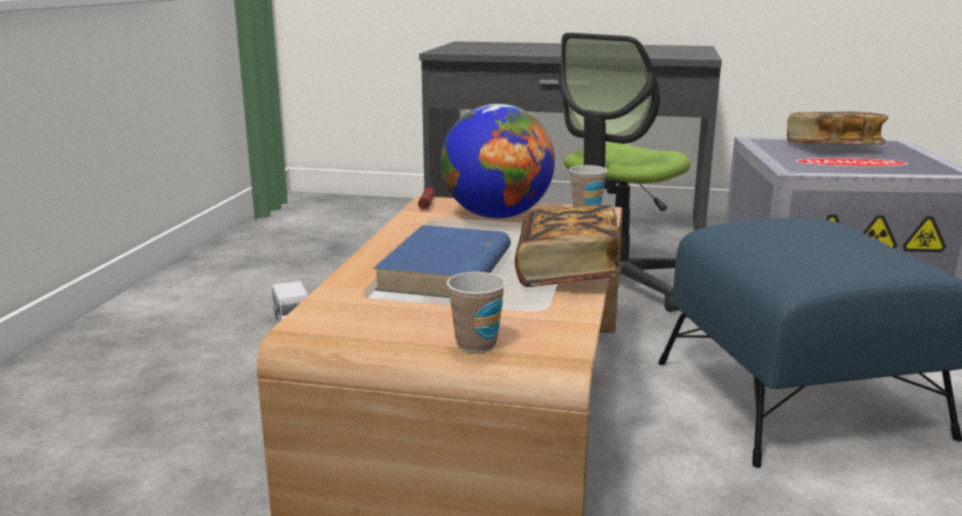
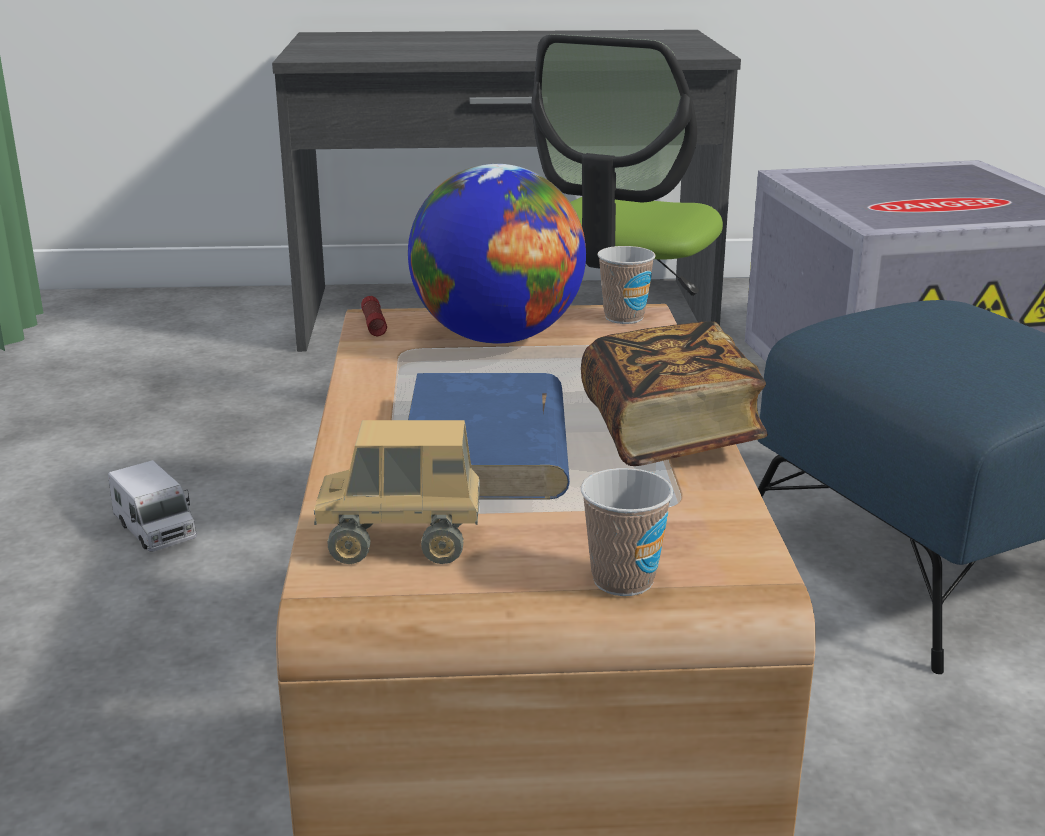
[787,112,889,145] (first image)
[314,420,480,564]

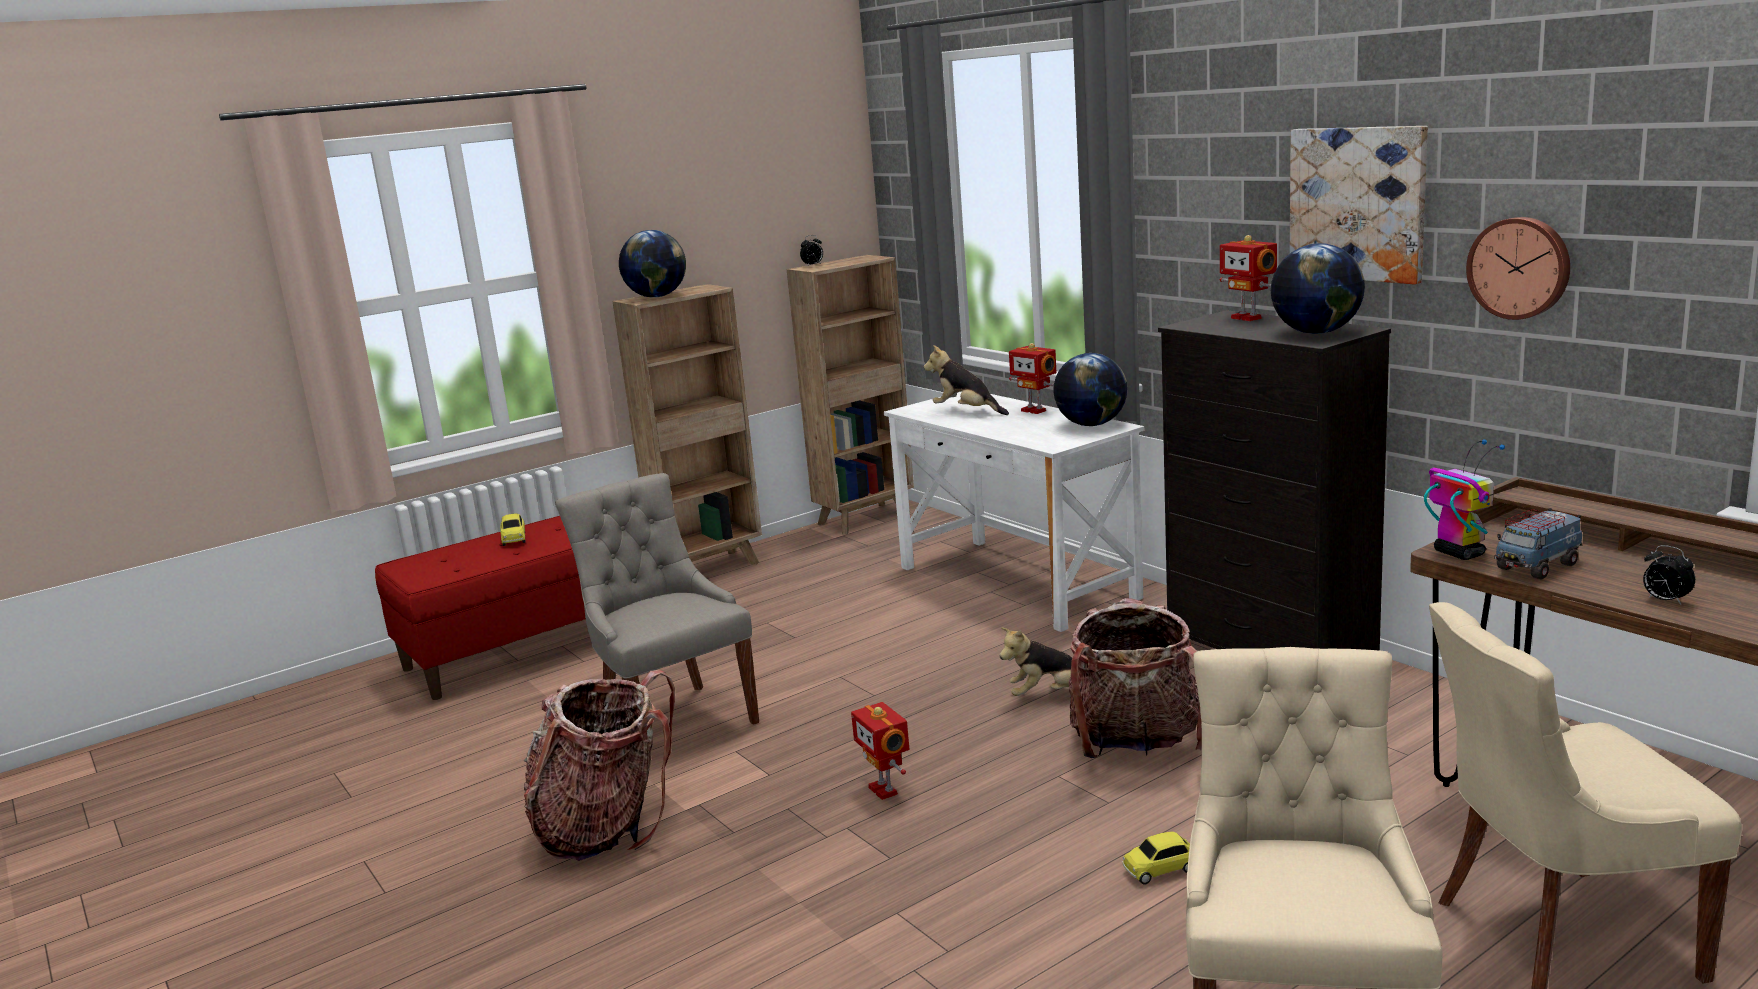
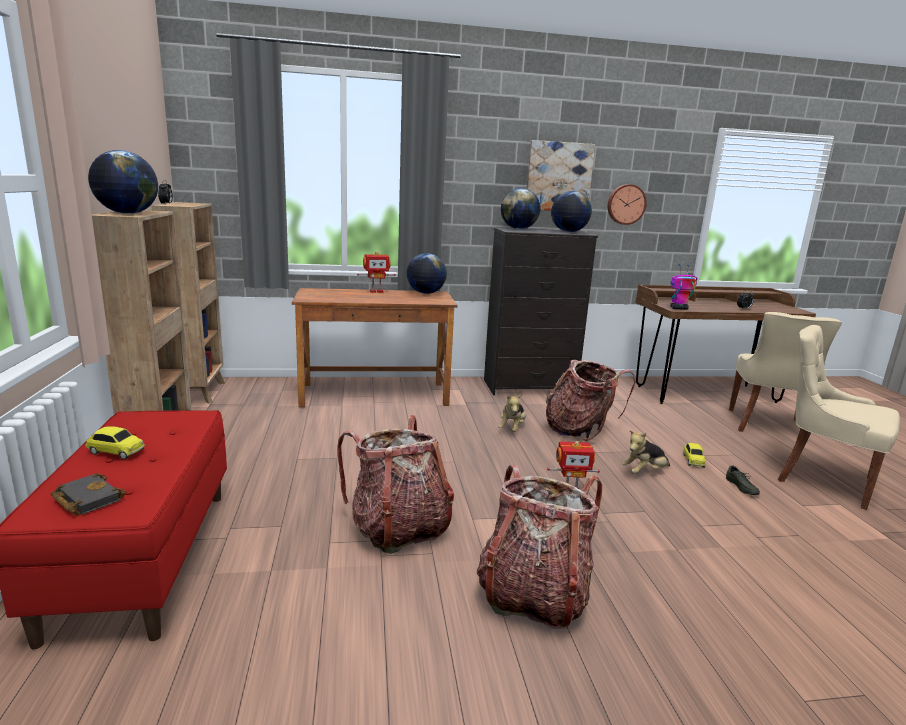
[501,188,540,229]
[621,430,670,474]
[292,288,457,407]
[337,415,454,554]
[1494,508,1582,580] (first image)
[726,466,760,495]
[51,473,126,515]

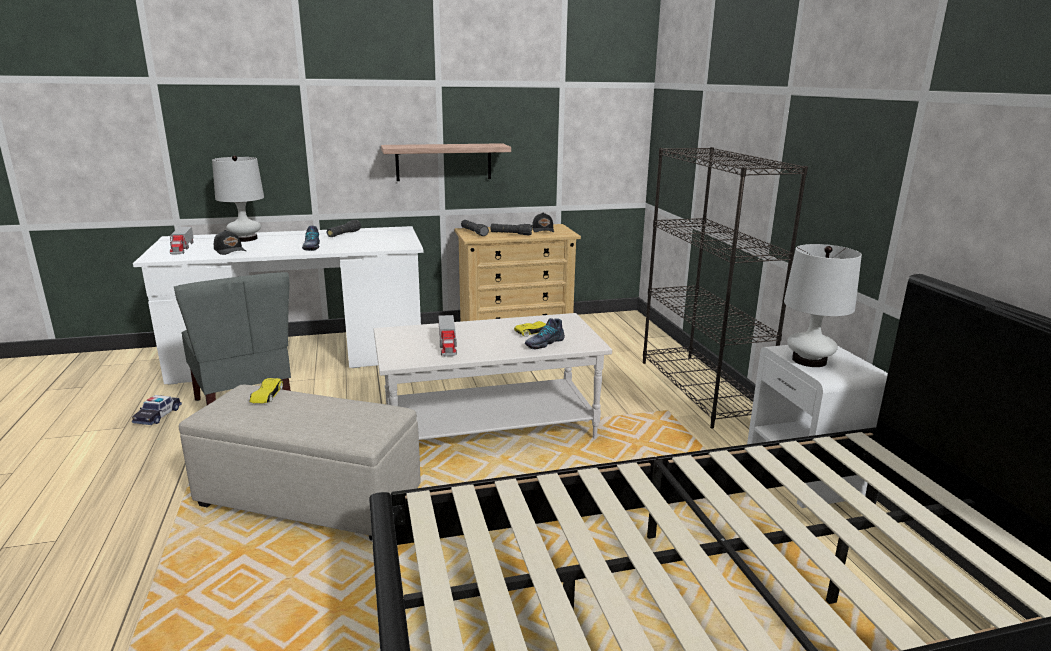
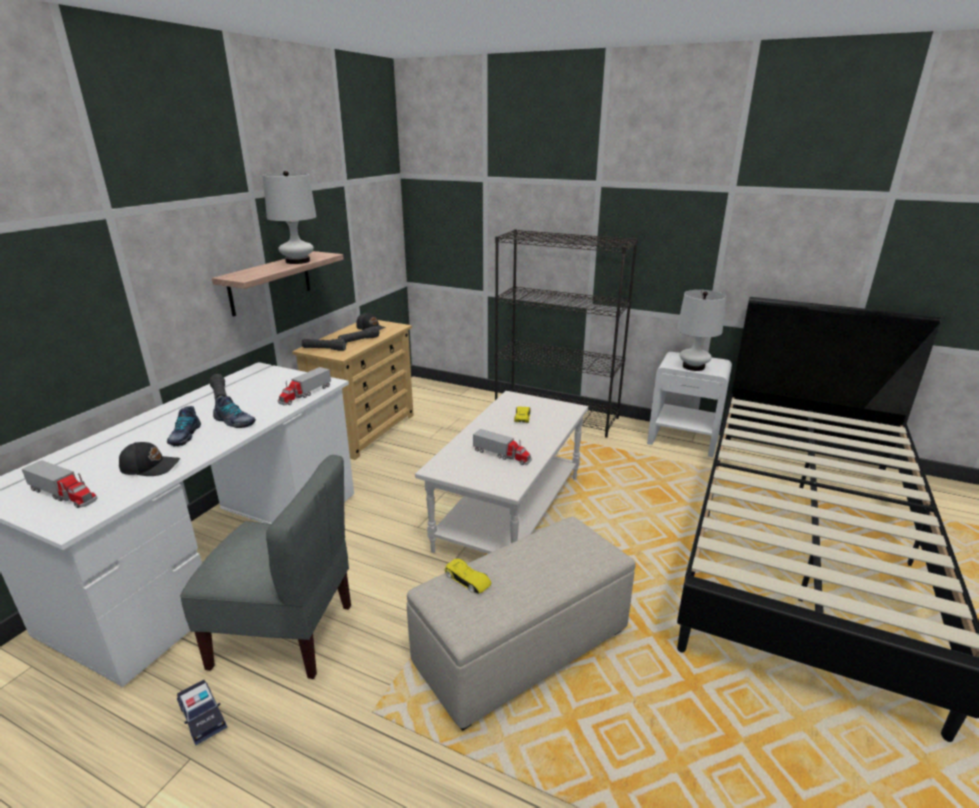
[263,171,317,264]
[167,406,201,447]
[278,367,331,406]

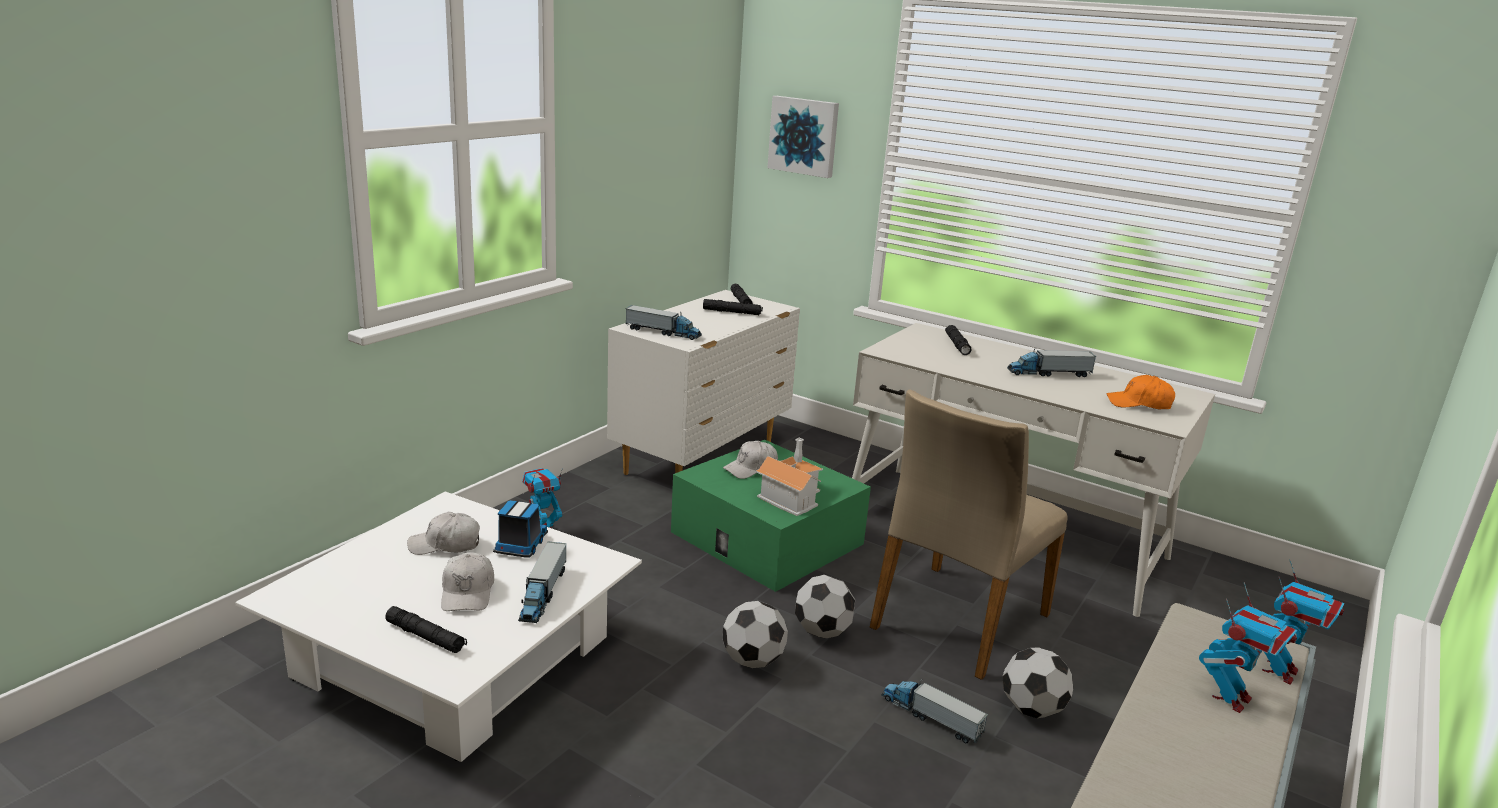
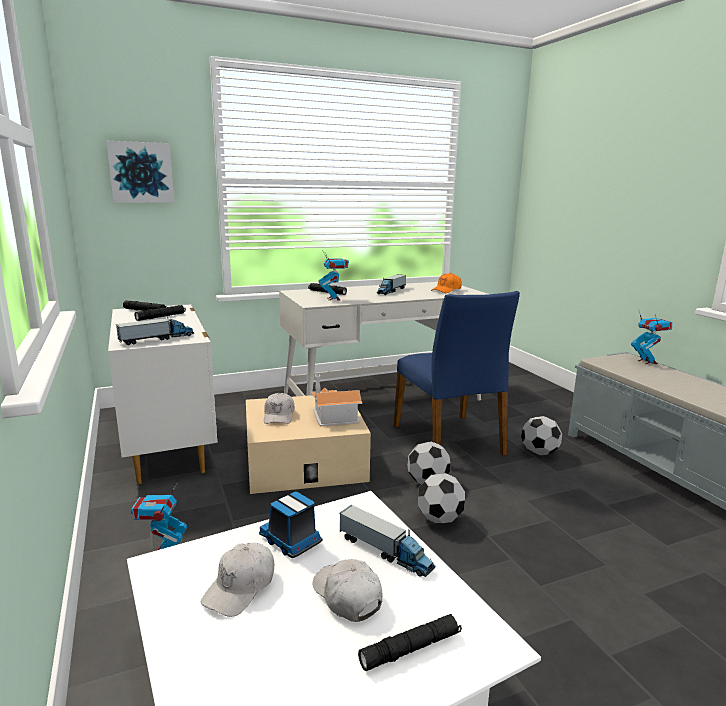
[394,291,520,456]
[246,395,371,494]
[313,559,382,622]
[319,250,349,300]
[881,679,988,743] (first image)

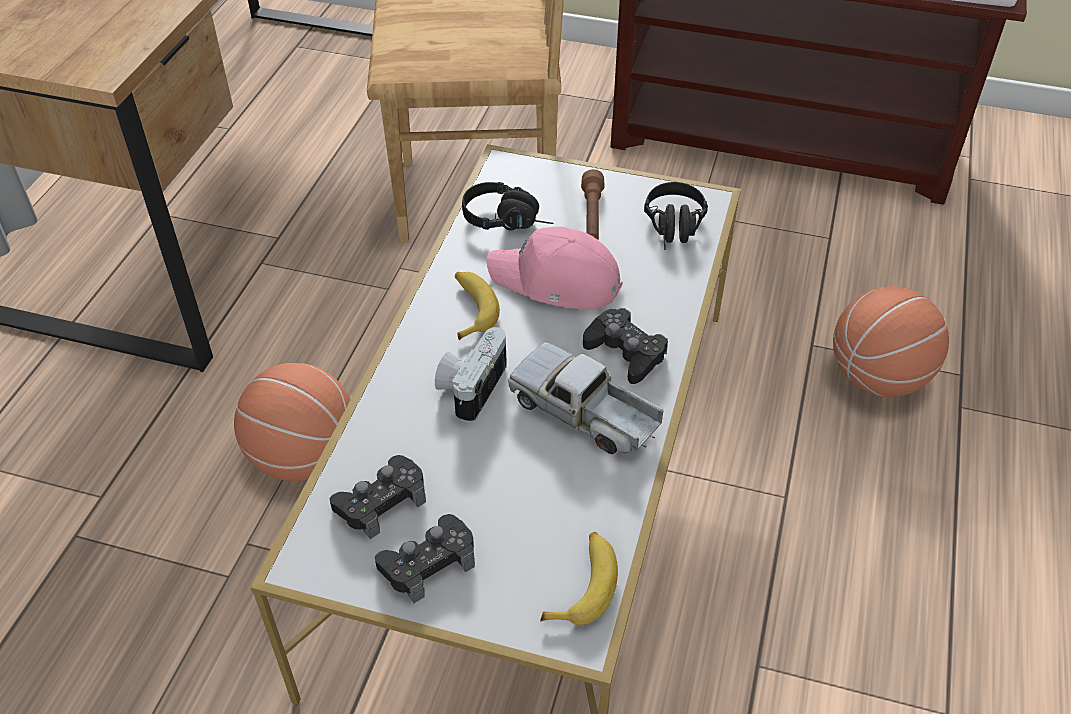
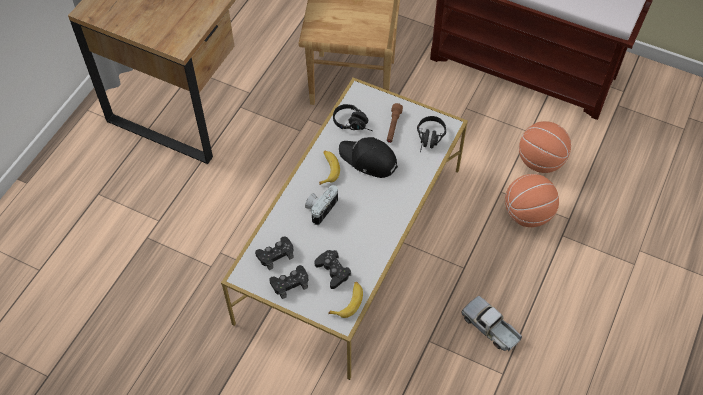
[339,137,398,178]
[314,250,351,289]
[461,296,522,351]
[519,121,571,173]

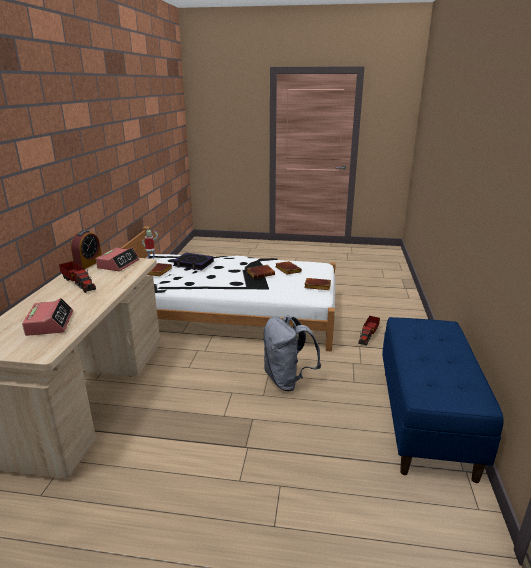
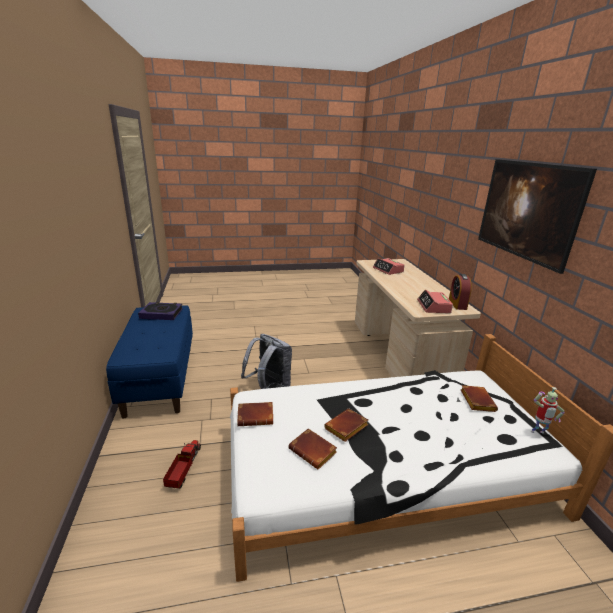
[138,302,183,320]
[59,261,96,293] (first image)
[478,159,597,274]

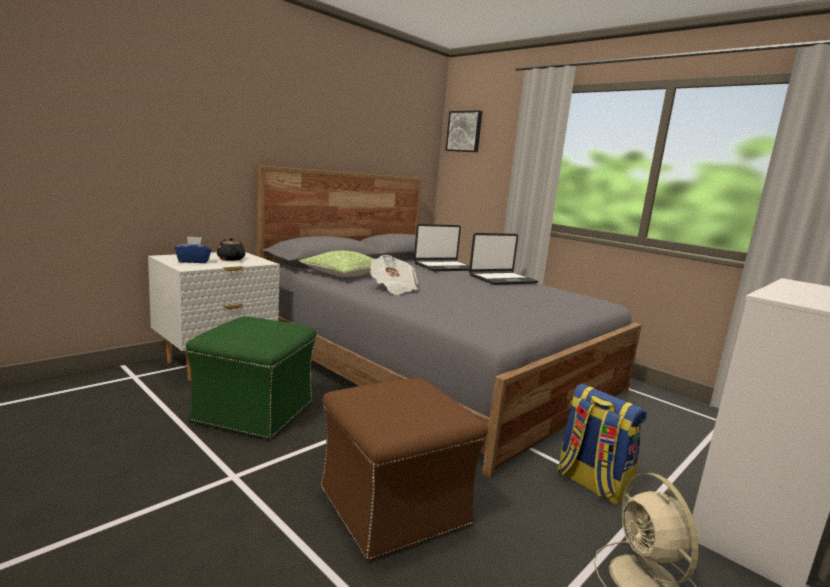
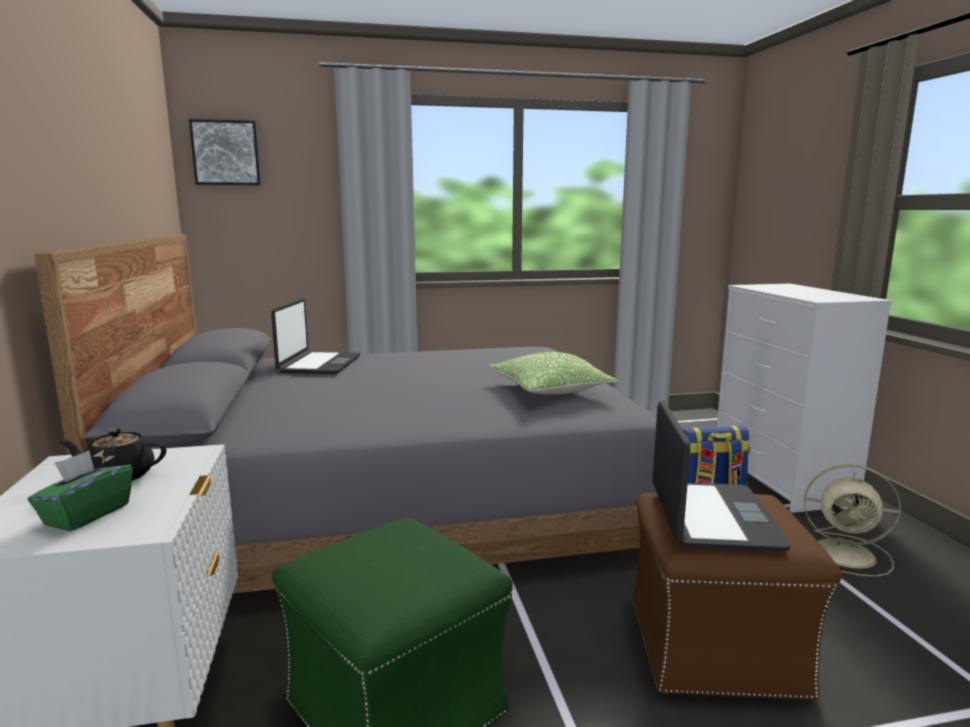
[652,400,791,551]
[28,450,133,532]
[489,352,618,395]
[370,255,418,295] (first image)

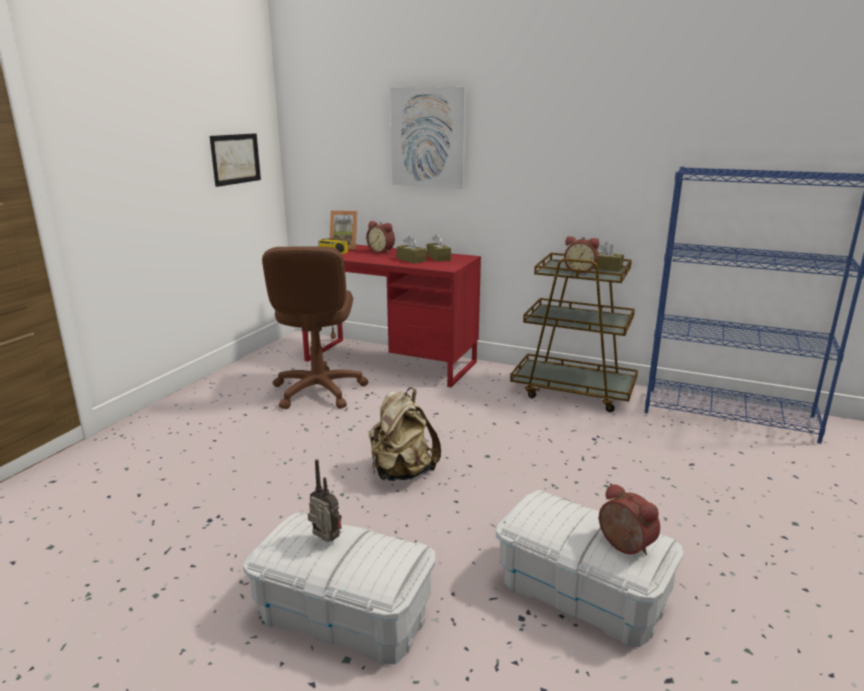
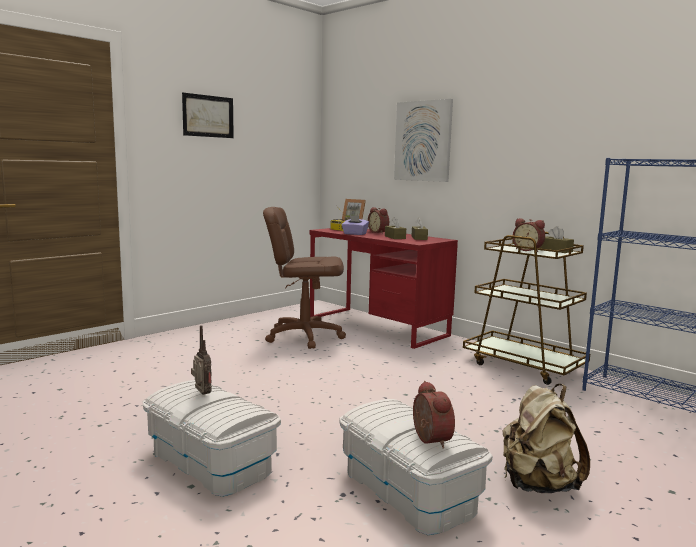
[182,93,234,138]
[263,207,346,349]
[503,384,590,493]
[342,215,369,235]

